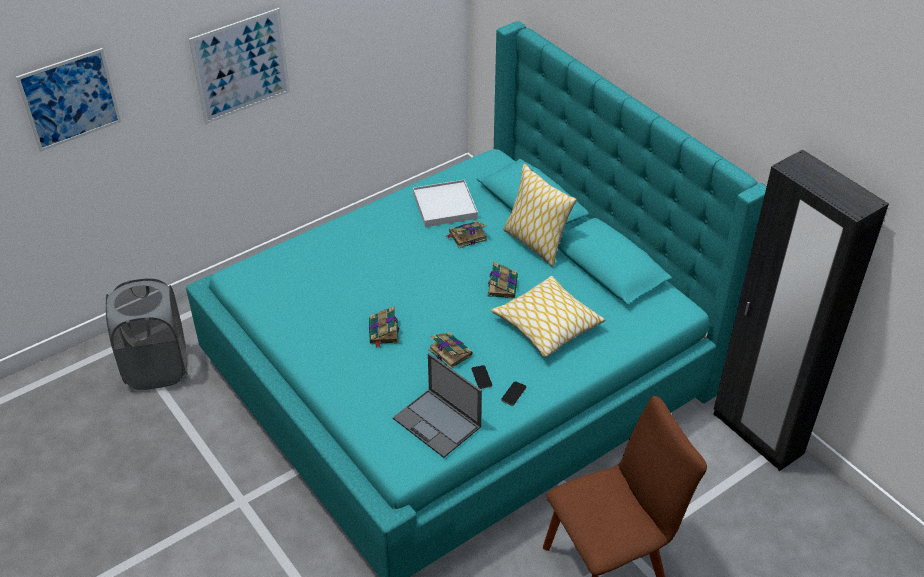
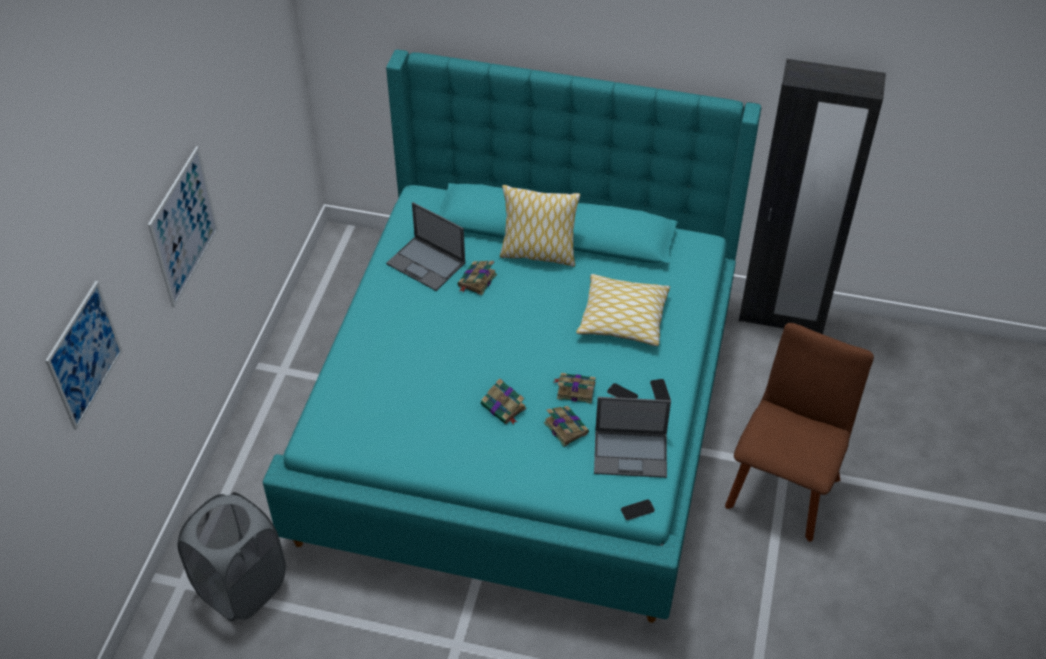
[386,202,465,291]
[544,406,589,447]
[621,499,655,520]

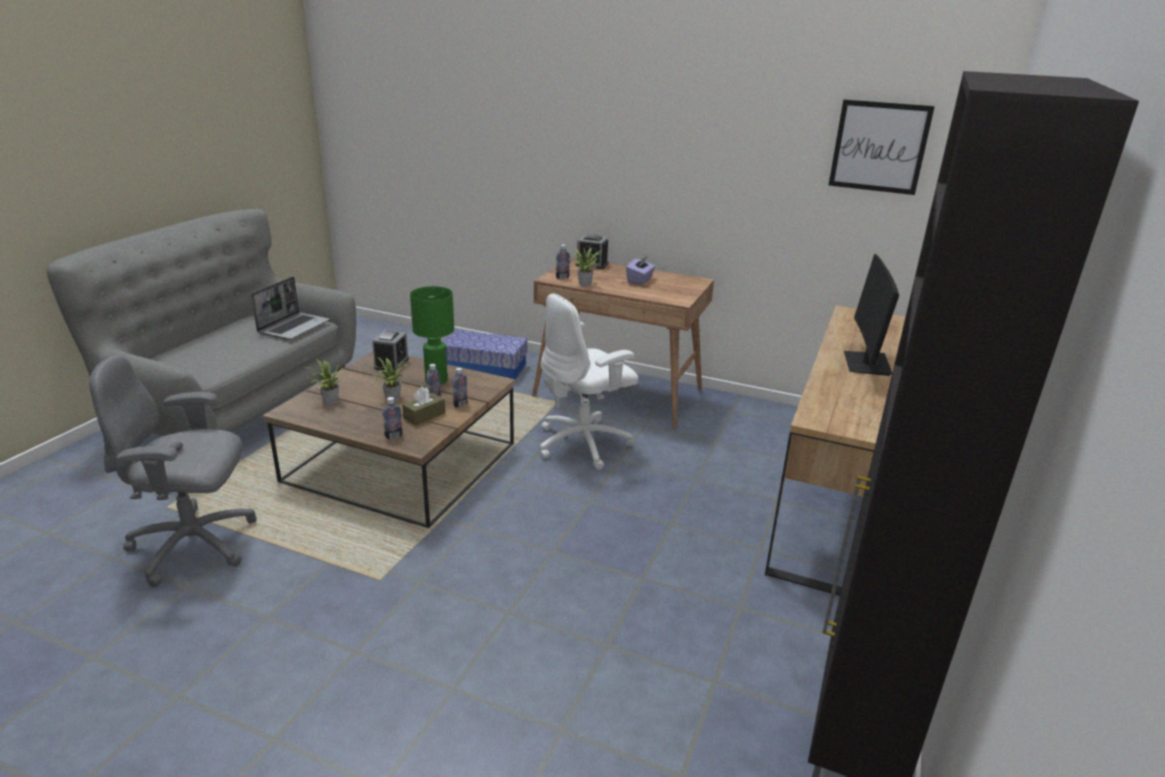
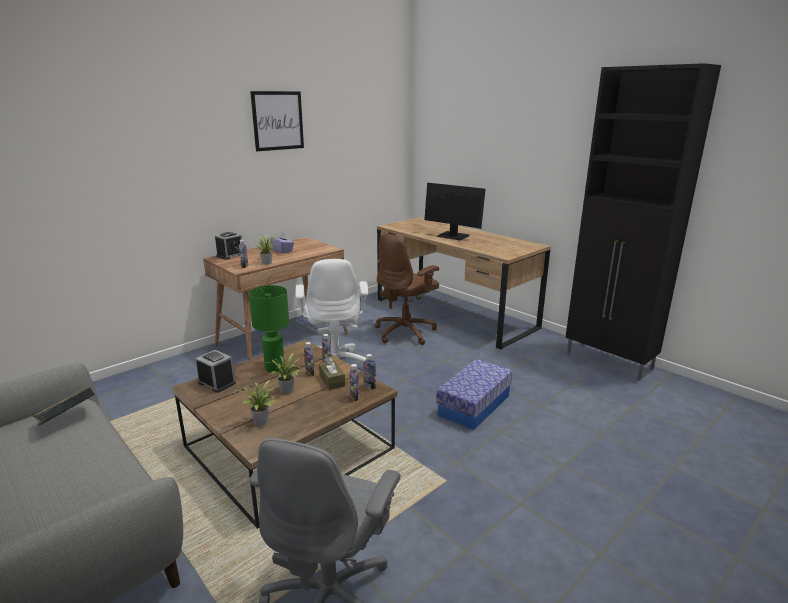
[250,91,304,151]
[32,387,94,426]
[436,359,513,430]
[375,234,439,345]
[363,354,376,389]

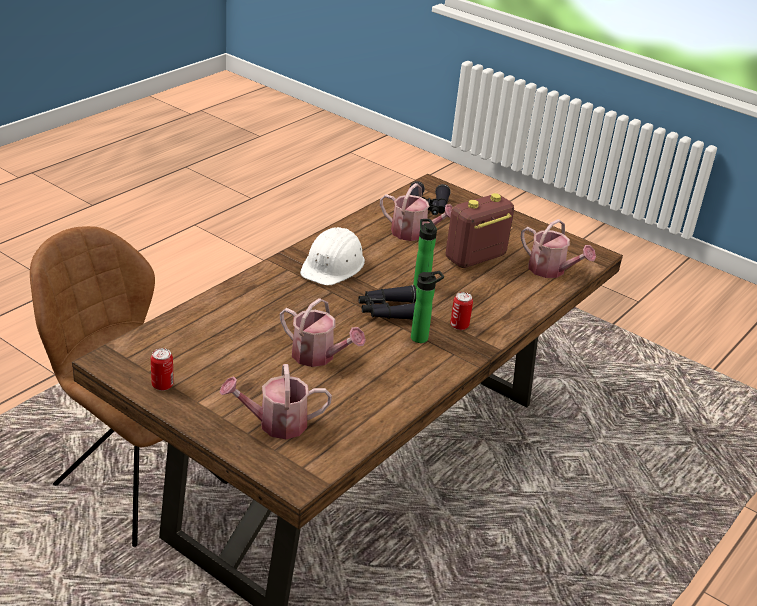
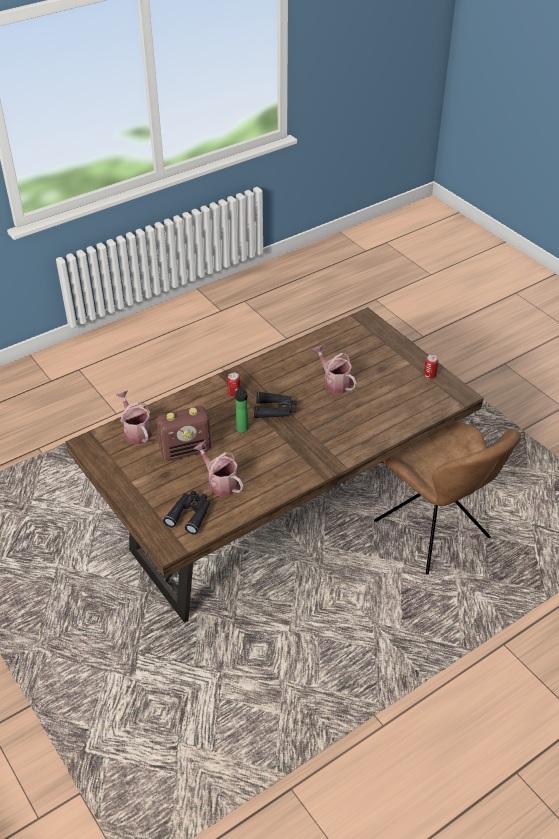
[300,227,365,285] (first image)
[411,271,444,343] (first image)
[219,364,332,439] (first image)

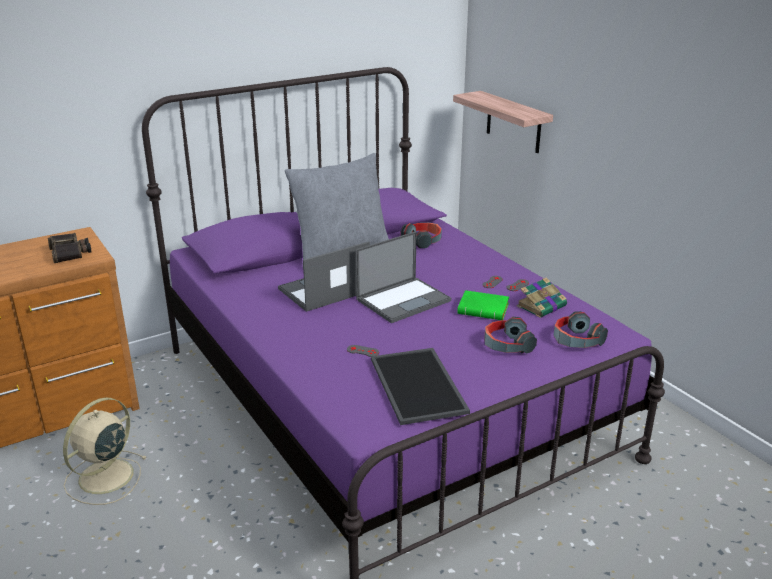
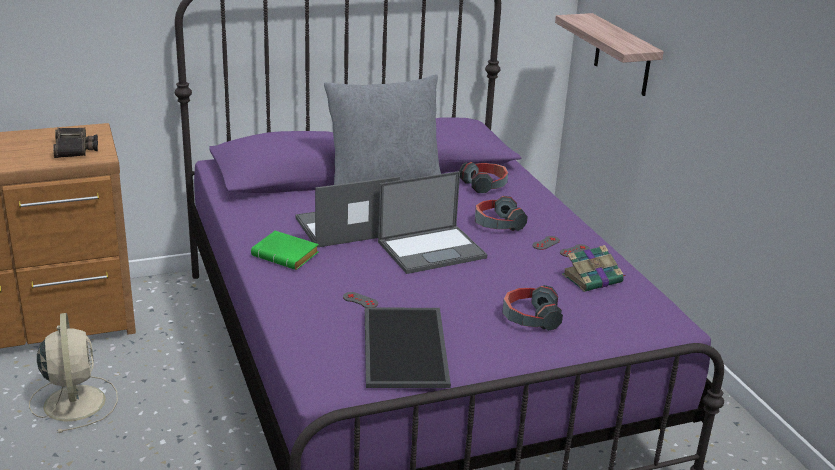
[251,231,319,270]
[475,196,528,231]
[29,313,118,433]

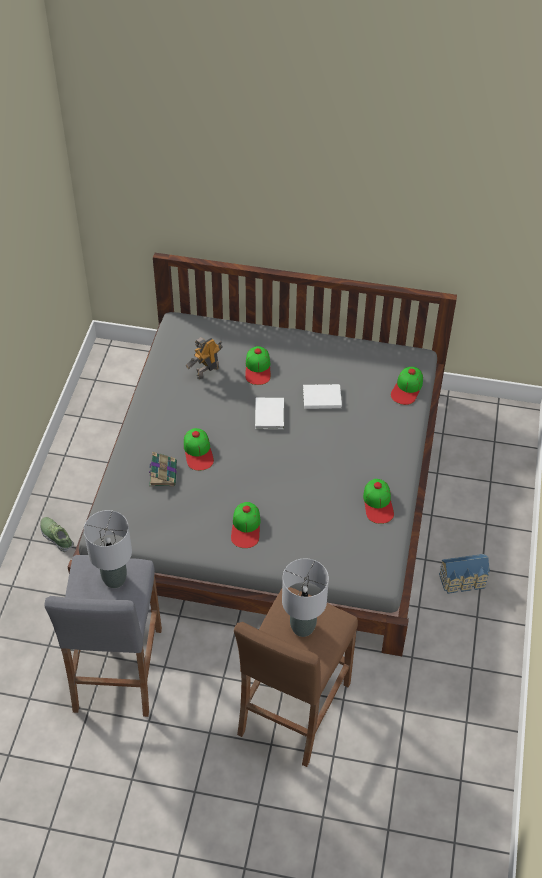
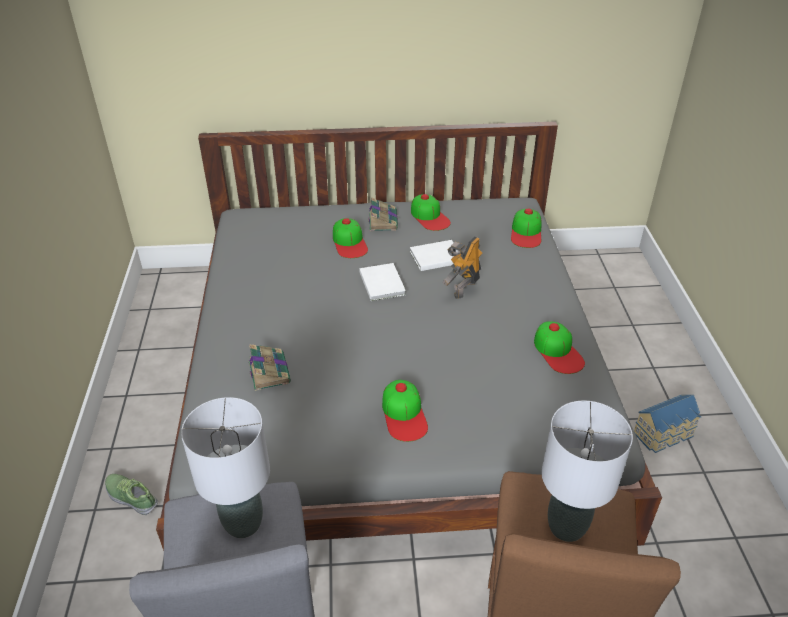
[442,236,483,299]
[411,194,451,231]
[368,198,398,231]

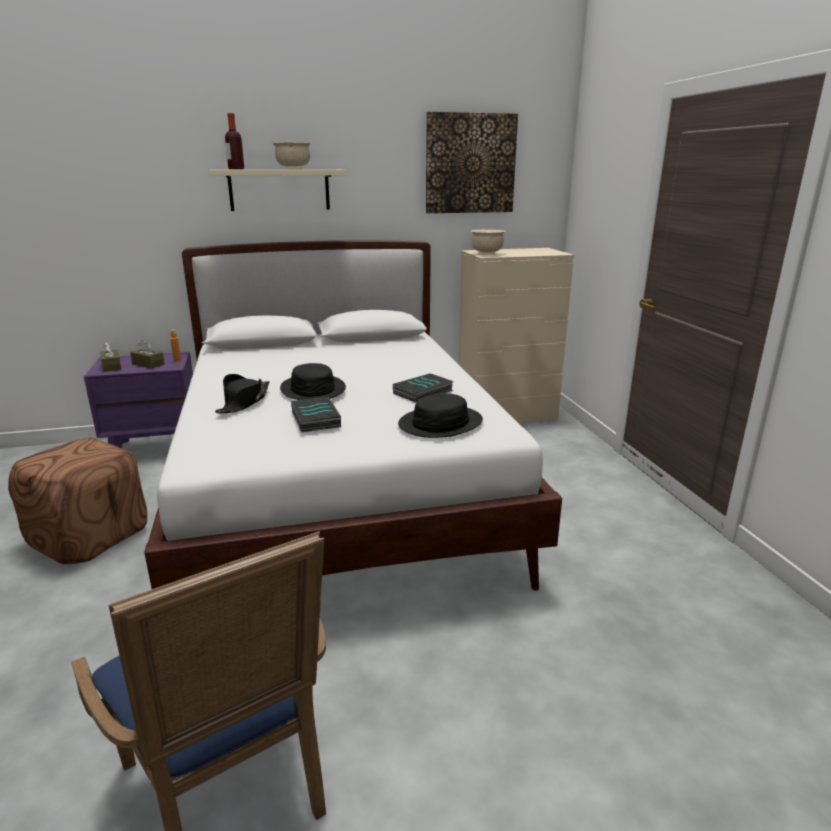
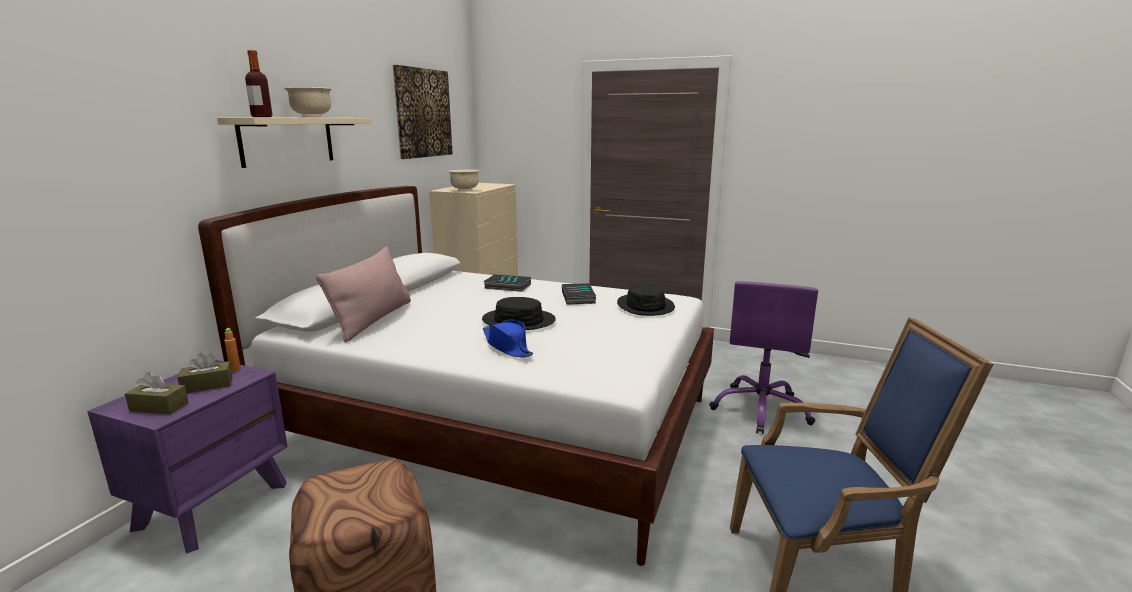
[483,320,533,358]
[484,274,531,292]
[316,247,411,342]
[709,281,818,434]

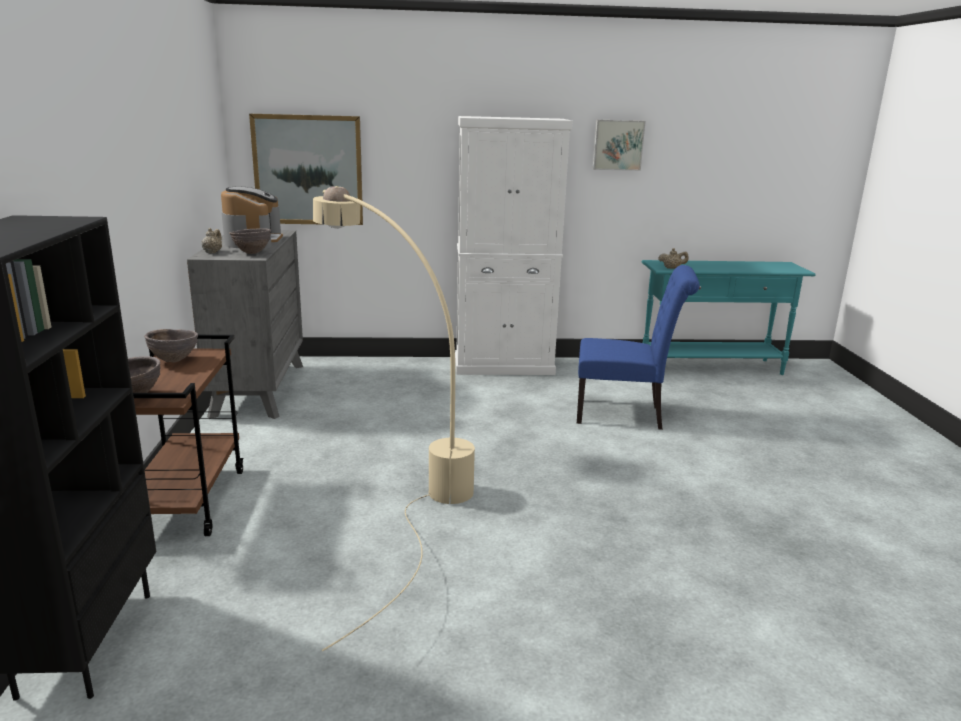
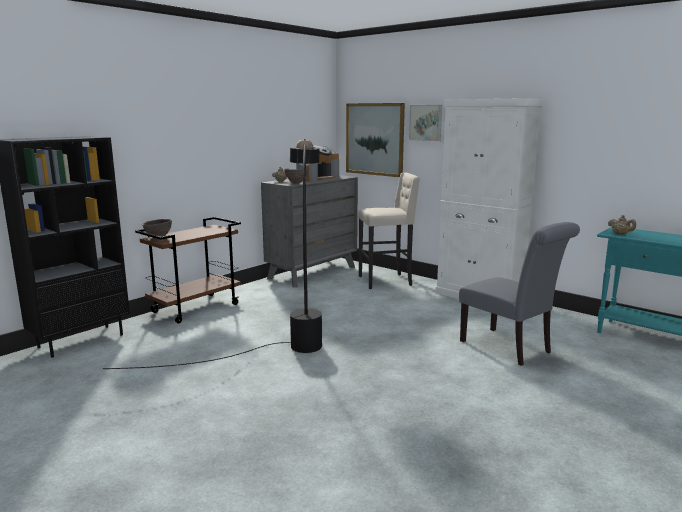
[409,105,442,141]
[103,139,322,369]
[459,222,580,366]
[144,329,198,362] (first image)
[358,172,420,289]

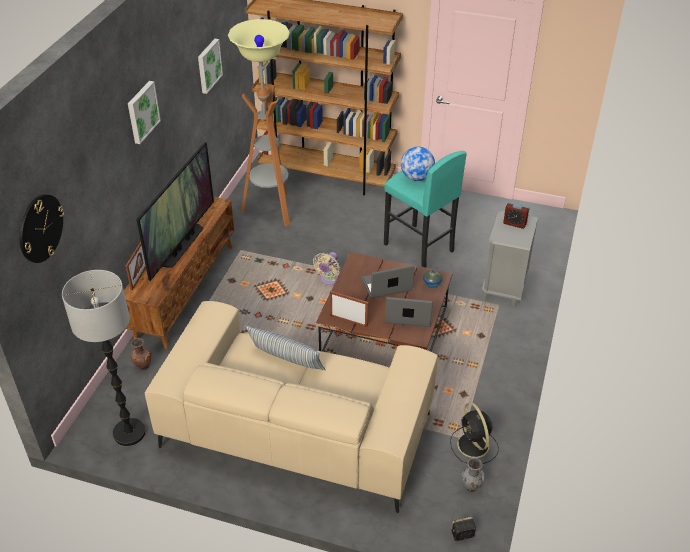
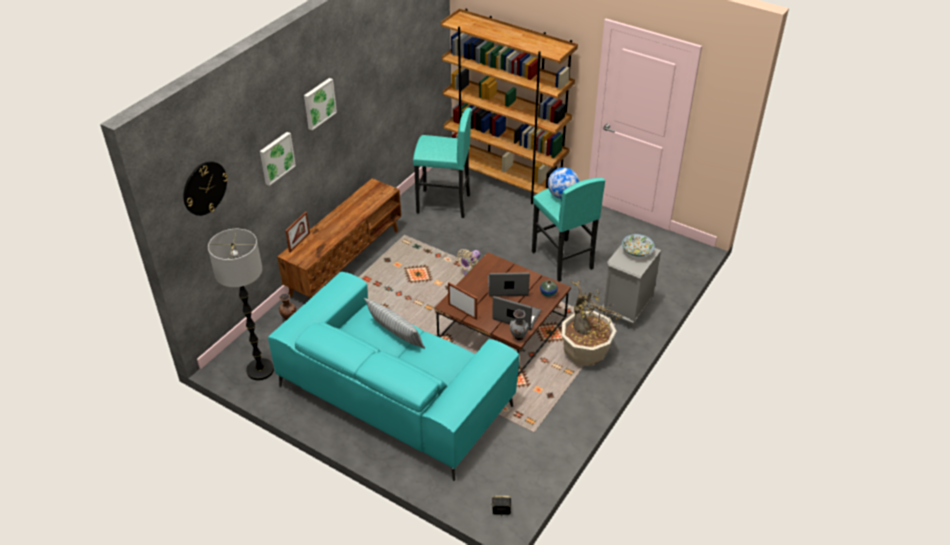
[413,107,471,218]
[260,132,296,186]
[136,142,214,281] (first image)
[621,234,655,257]
[268,272,519,481]
[450,402,499,464] (first image)
[510,309,529,340]
[562,280,622,366]

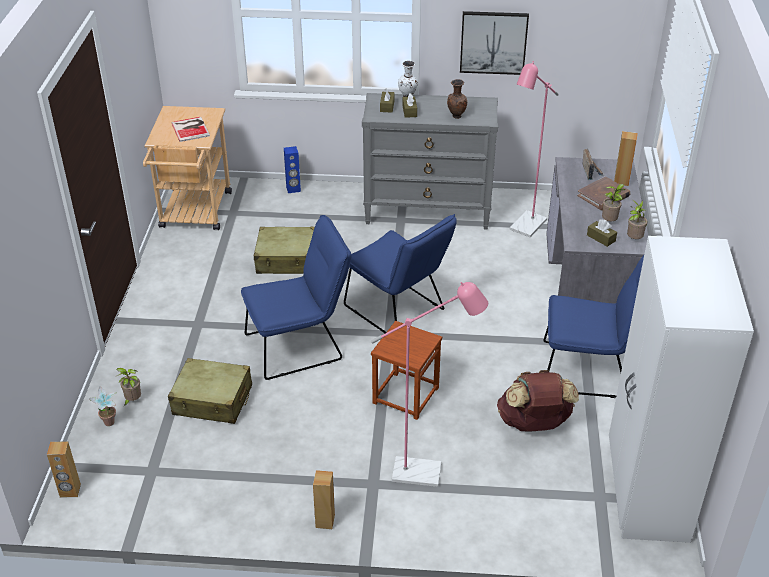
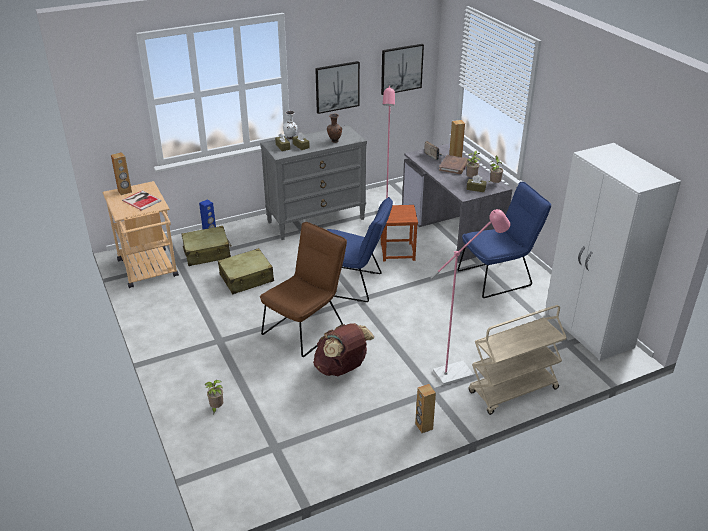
[260,222,347,357]
[381,205,418,262]
[182,226,232,266]
[313,323,374,376]
[89,386,117,426] (first image)
[111,152,132,195]
[381,44,424,95]
[468,305,567,415]

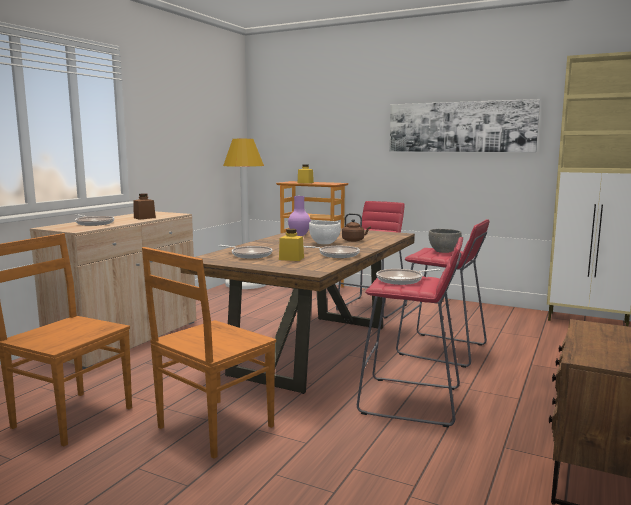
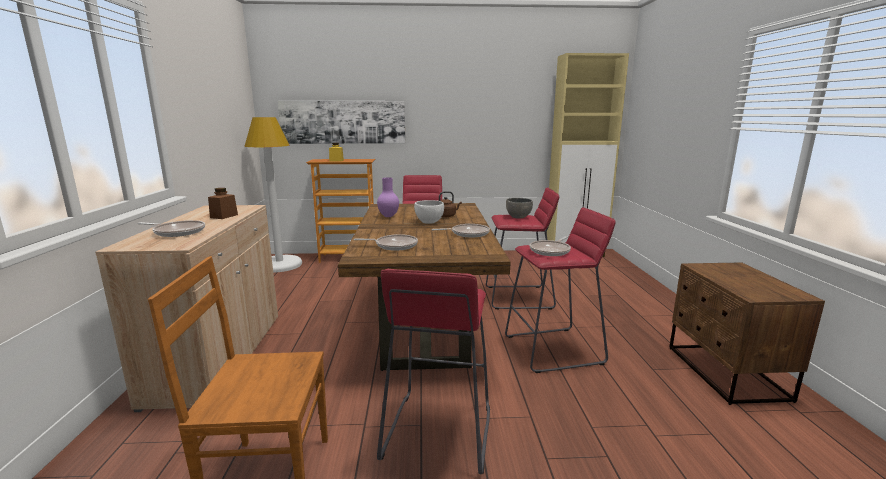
[278,101,405,144]
[279,229,304,261] (first image)
[377,269,490,474]

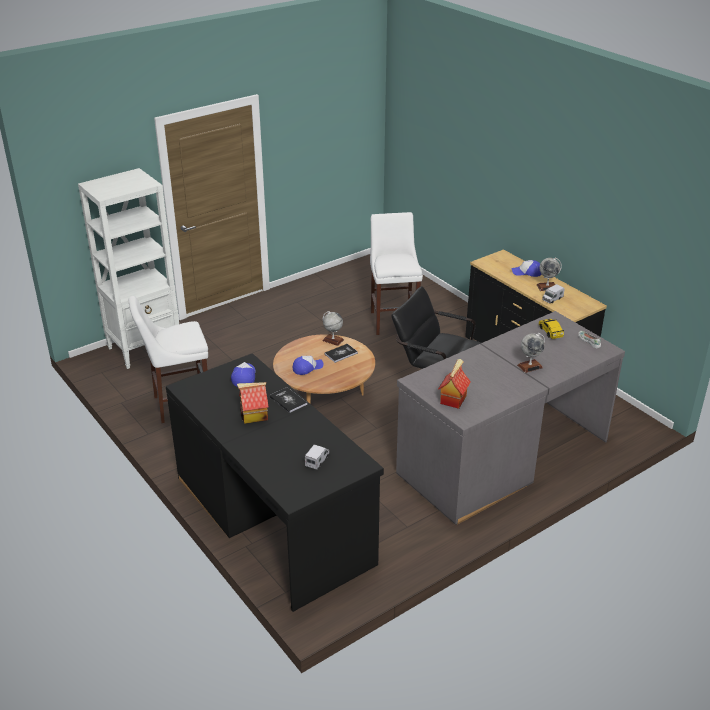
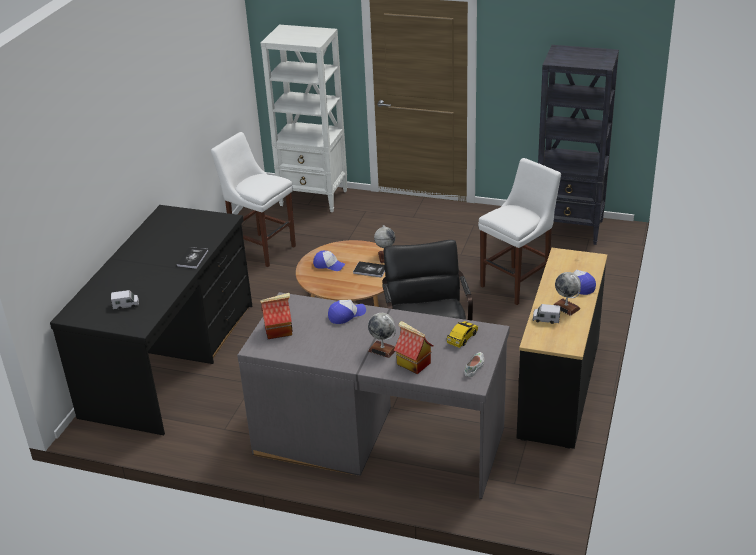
[328,300,366,324]
[394,321,433,374]
[537,45,619,245]

